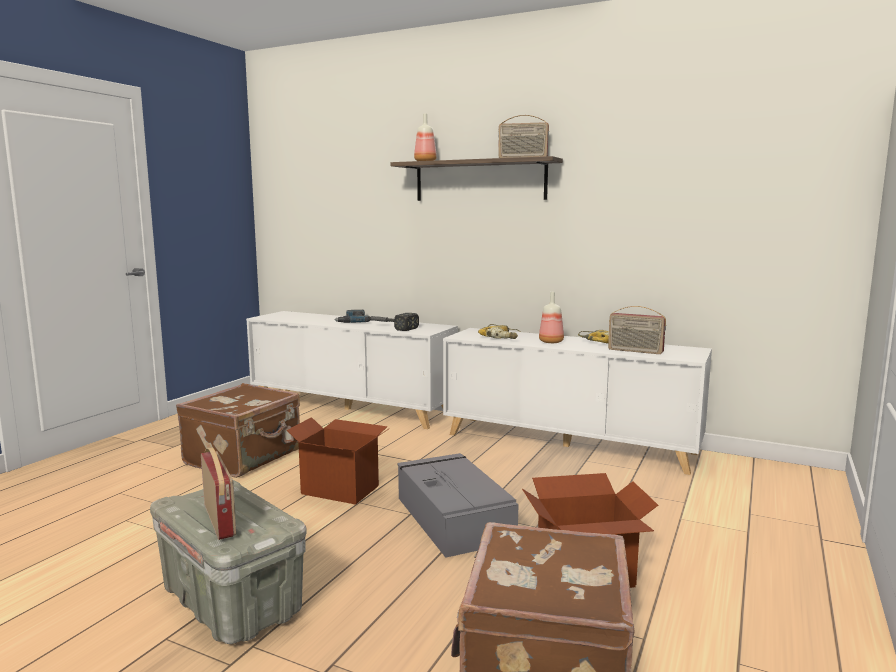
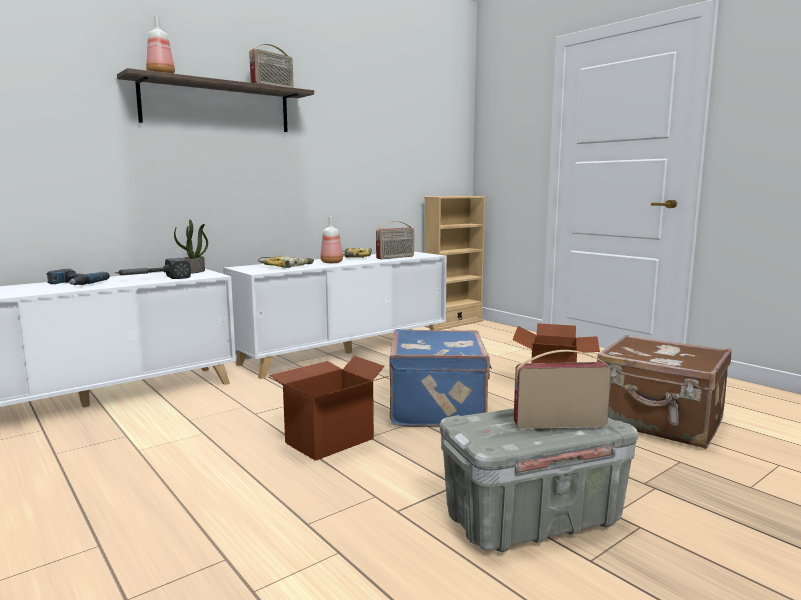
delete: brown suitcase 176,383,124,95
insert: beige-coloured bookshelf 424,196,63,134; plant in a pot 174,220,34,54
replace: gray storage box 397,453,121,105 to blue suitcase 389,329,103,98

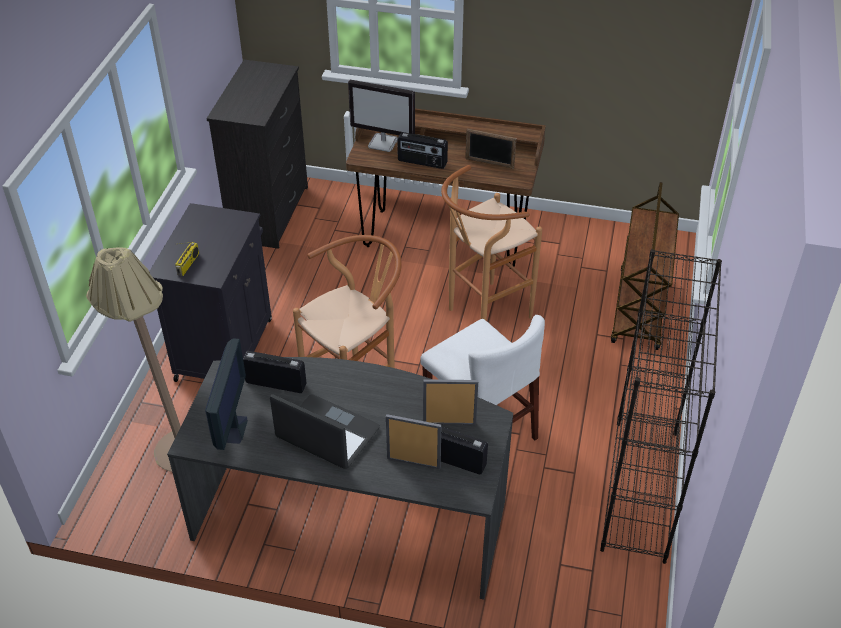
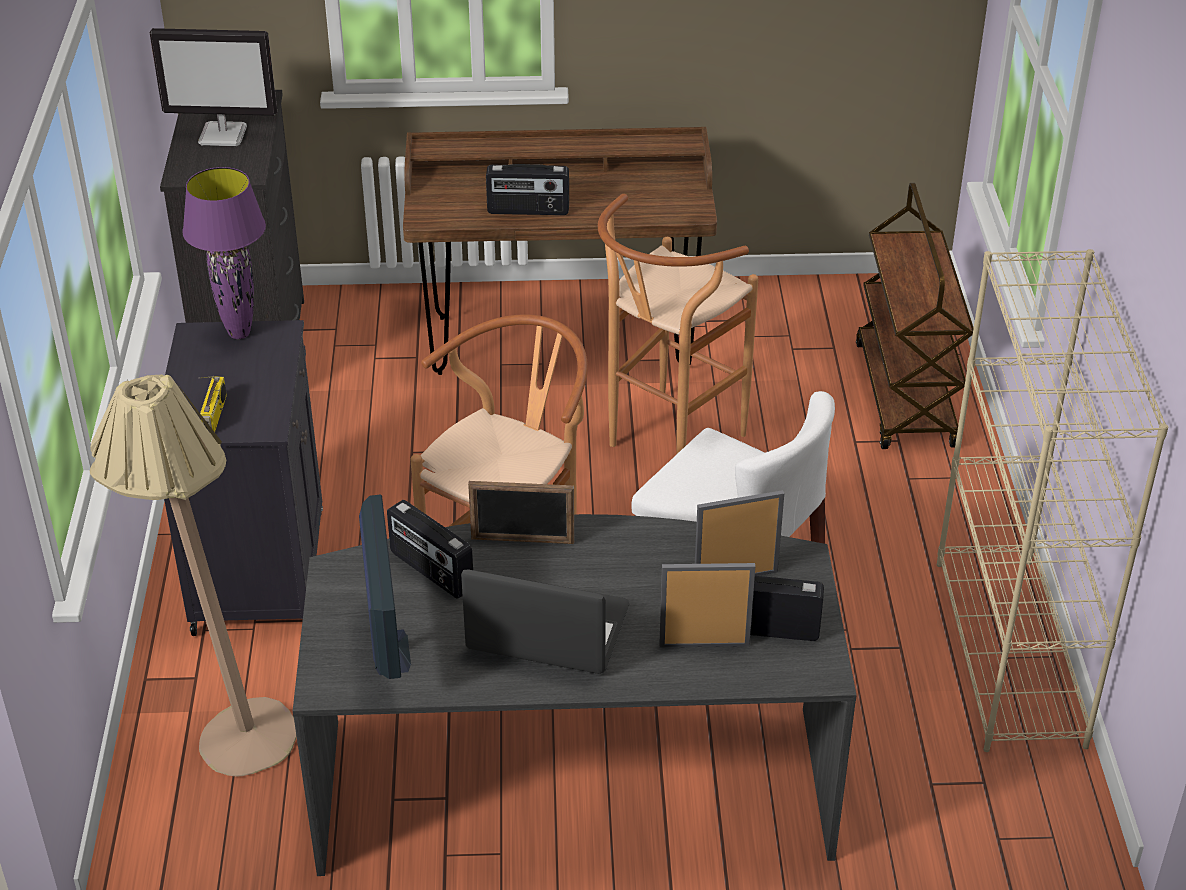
insert: purple-coloured table lamp 183,167,83,172
move: computer screen 348,80,67,72 to 149,28,128,118; photo frame 465,128,51,41 to 468,481,106,63
recolor: blackish bookshelf 600,249,122,315 to beige-coloured bookshelf 937,249,231,503
rotate: radio 243,351,63,42 = 387,500,86,99 135 degrees counterclockwise

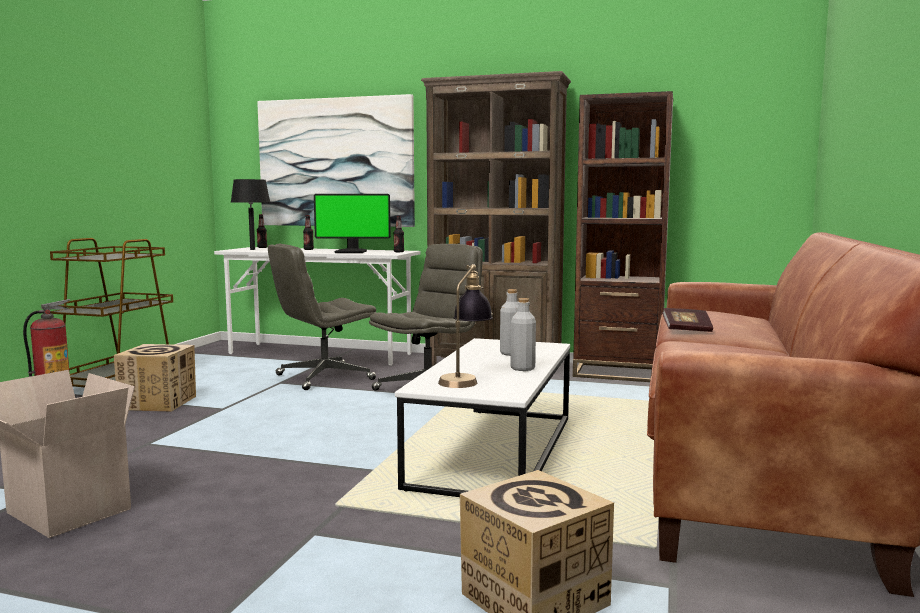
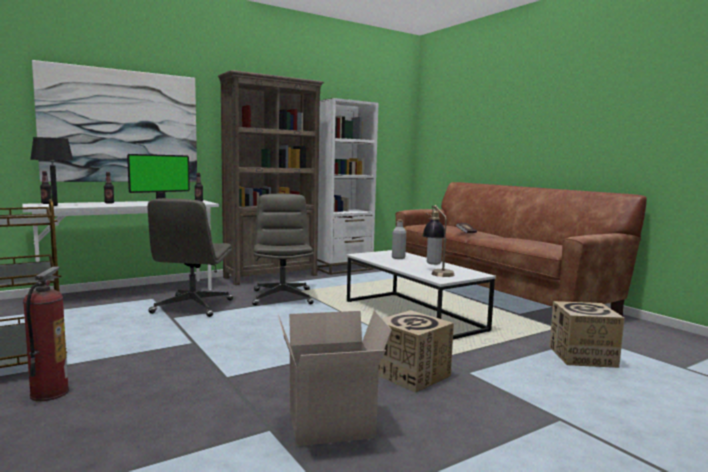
move: cardboard box 114,344,82,68 to 378,310,76,83
recolor: brown bookshelf 573,91,100,291 to white-coloured bookshelf 317,98,61,177

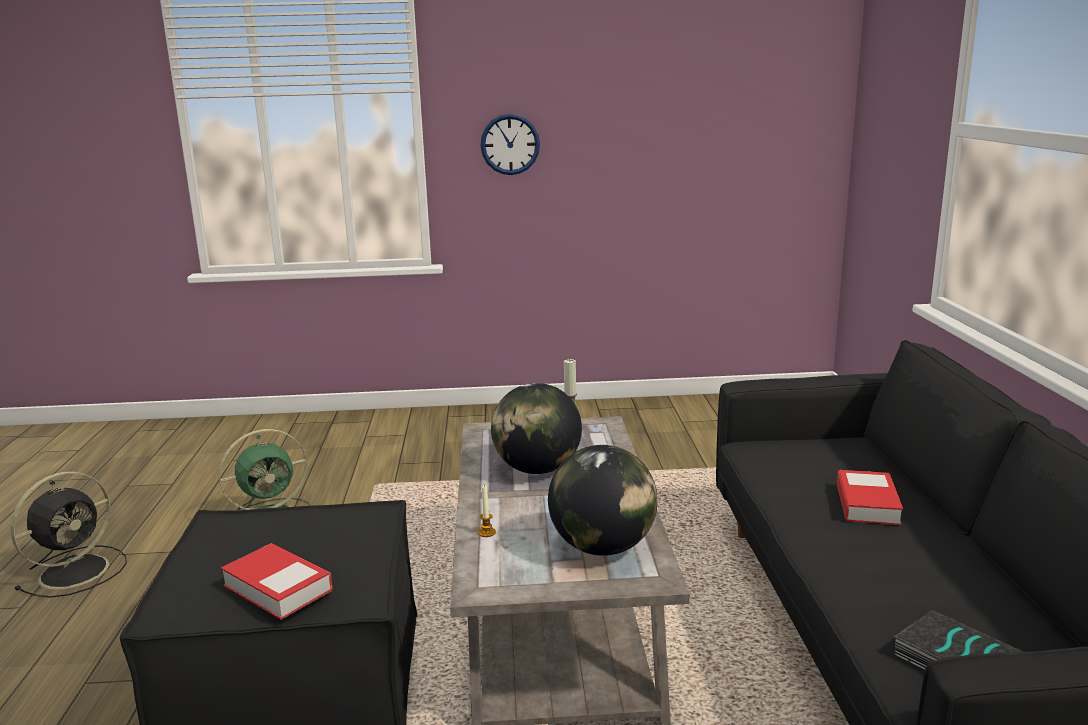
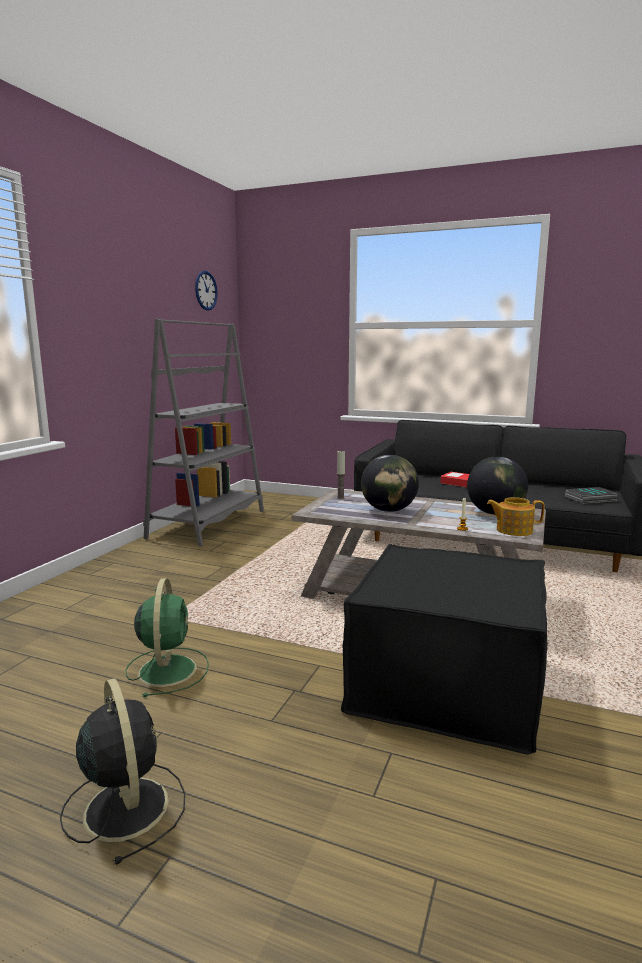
delete: volume 221,543,112,77
insert: gray bookshelf 143,319,121,227; teapot 487,497,57,39
move: hanging clock 480,114,60,61 to 195,271,23,40

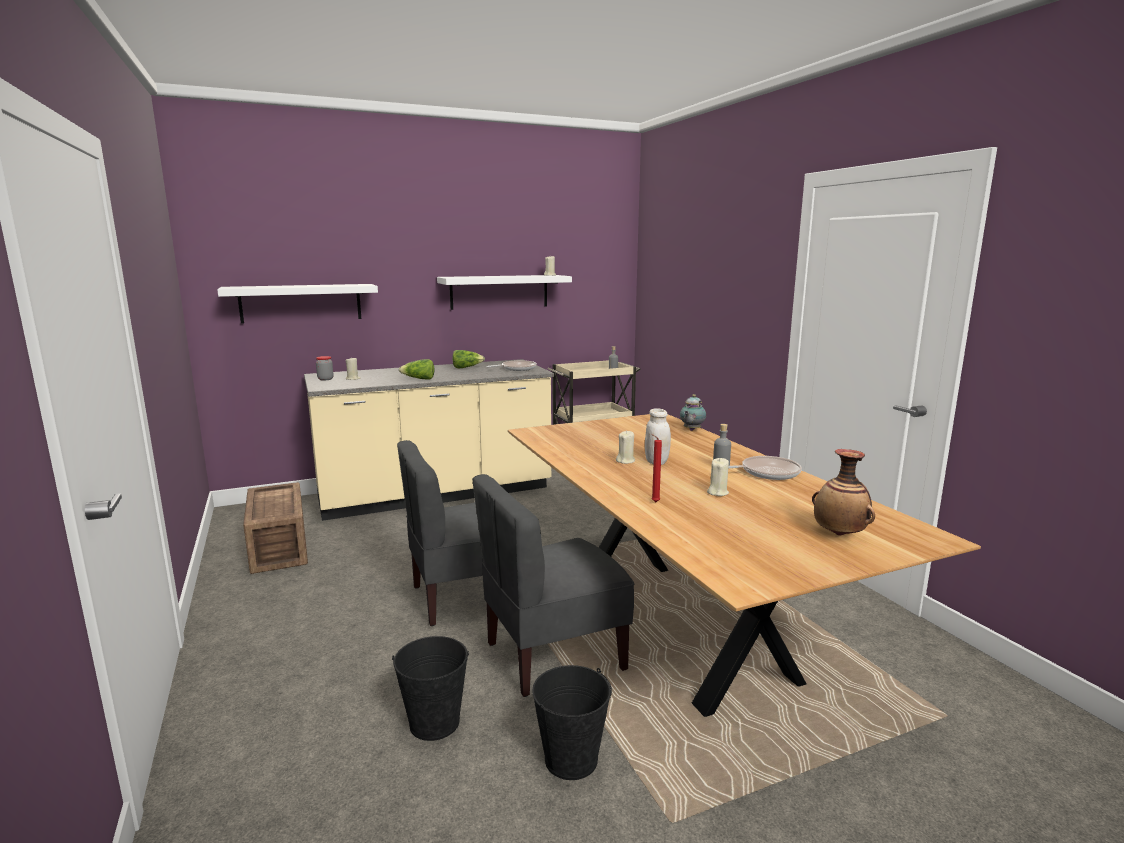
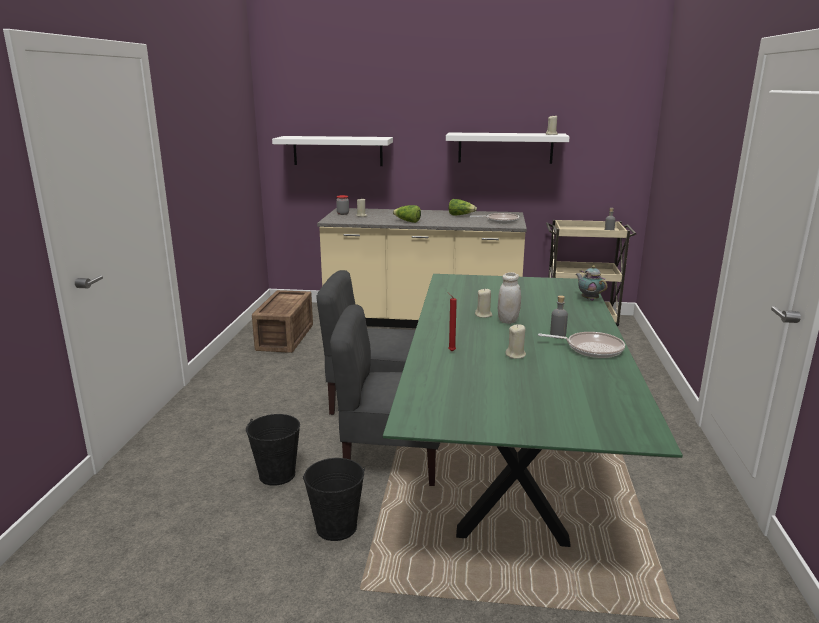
delete: decorative vase 812,449,63,87
recolor: brown kitchen table 508,414,473,303 to greenish kitchen table 383,274,300,273
rotate: teapot 680,394,26,37 = 576,265,31,36 90 degrees clockwise

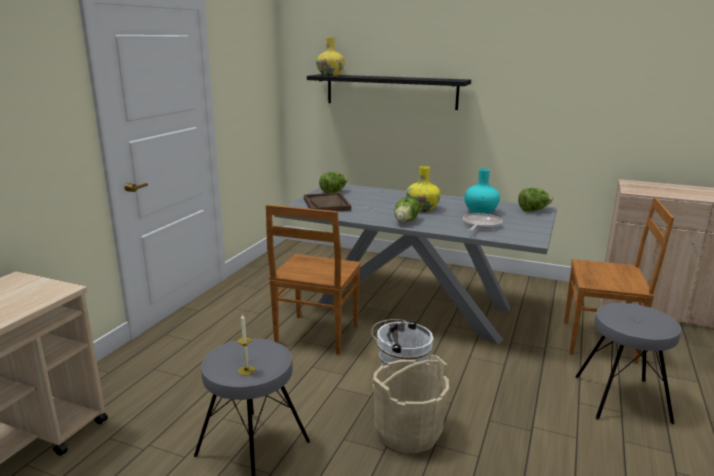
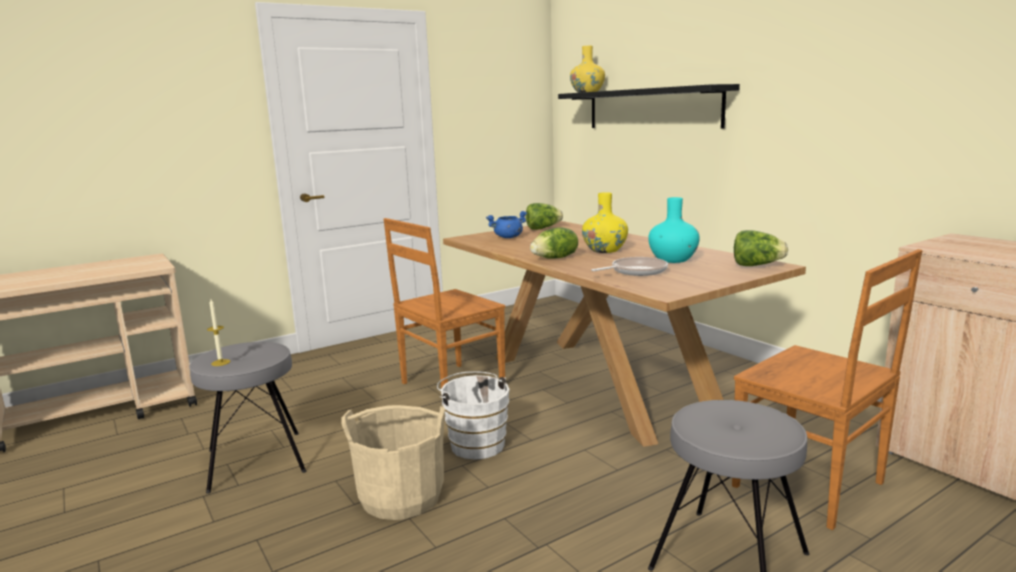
replace: brown carrying tray 304,192,47,19 to blue cooking pot 486,211,41,27
recolor: gray kitchen table 274,184,283,160 to brown kitchen table 443,221,363,226

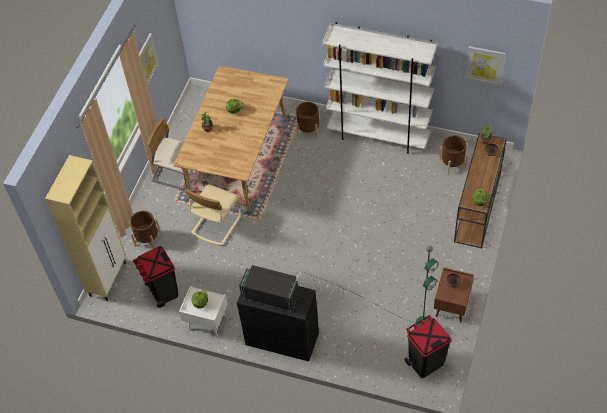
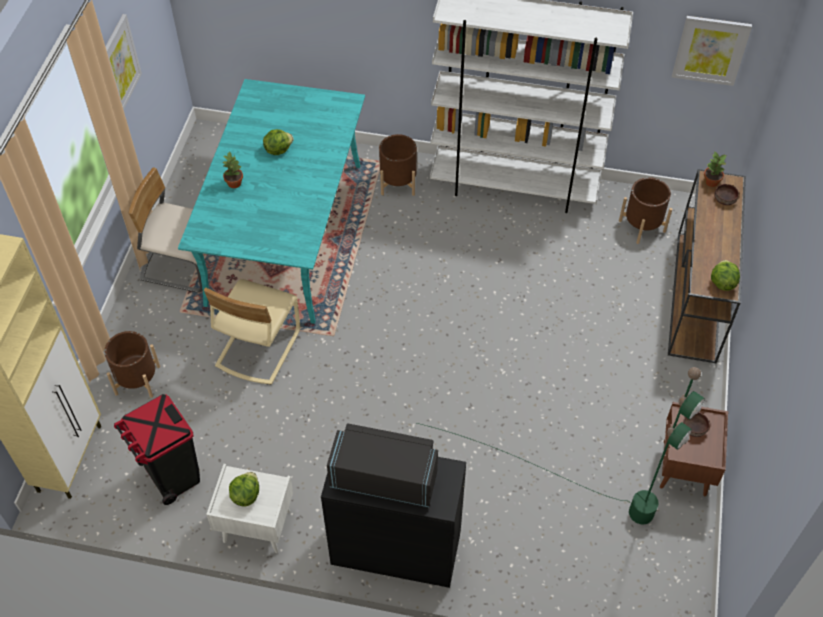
delete: blackish waste bin 405,315,46,63
recolor: beige-coloured kitchen table 173,66,116,146 to turquoise kitchen table 178,79,187,245

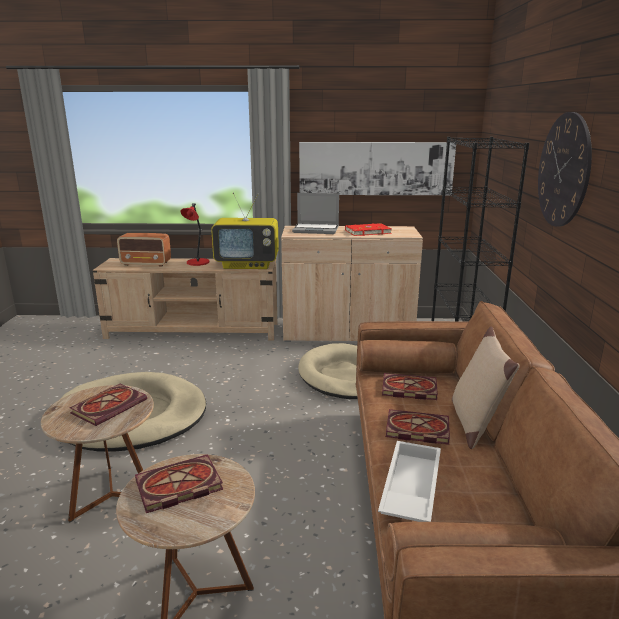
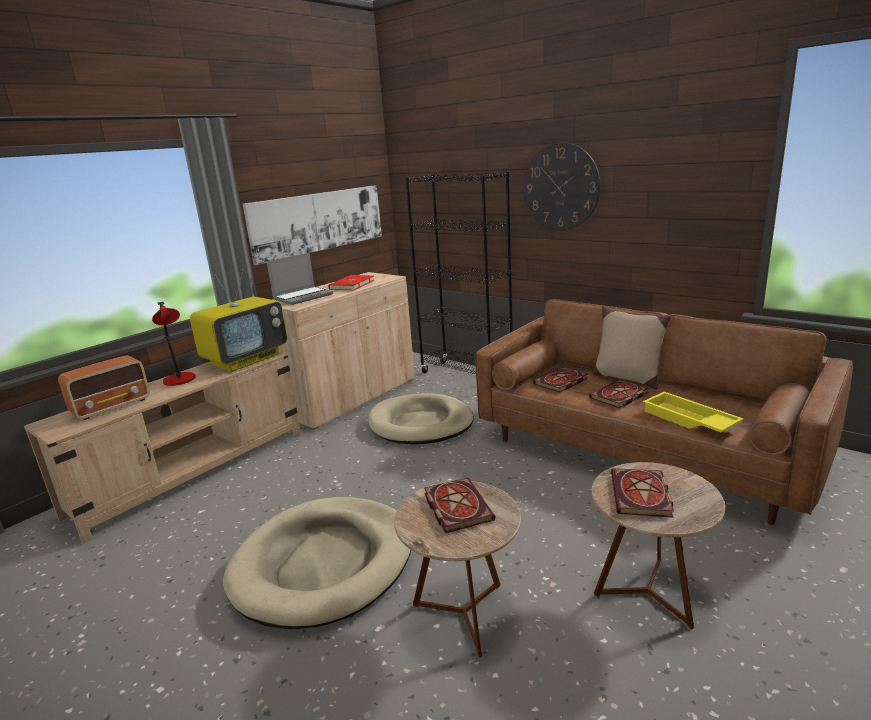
recolor: white-coloured carrying tray 378,441,63,81 to yellow-coloured carrying tray 643,392,100,40

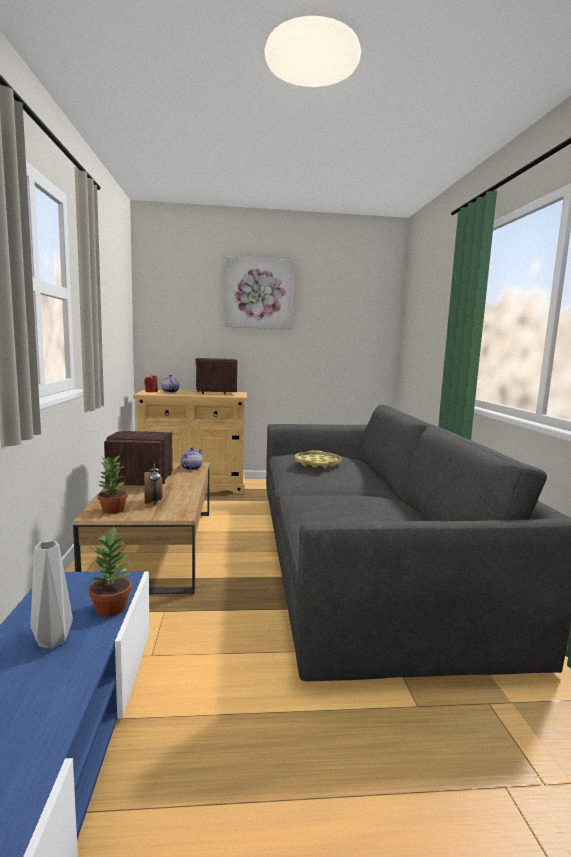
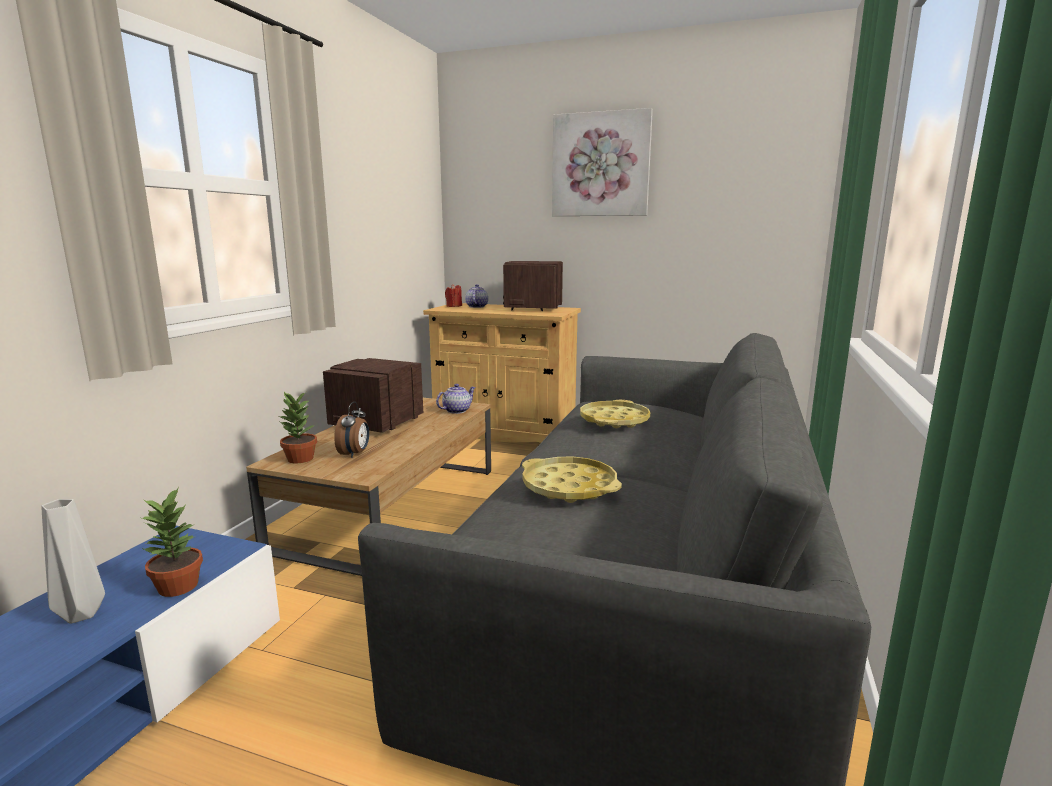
insert: yellow-coloured carrying tray 522,457,100,46

